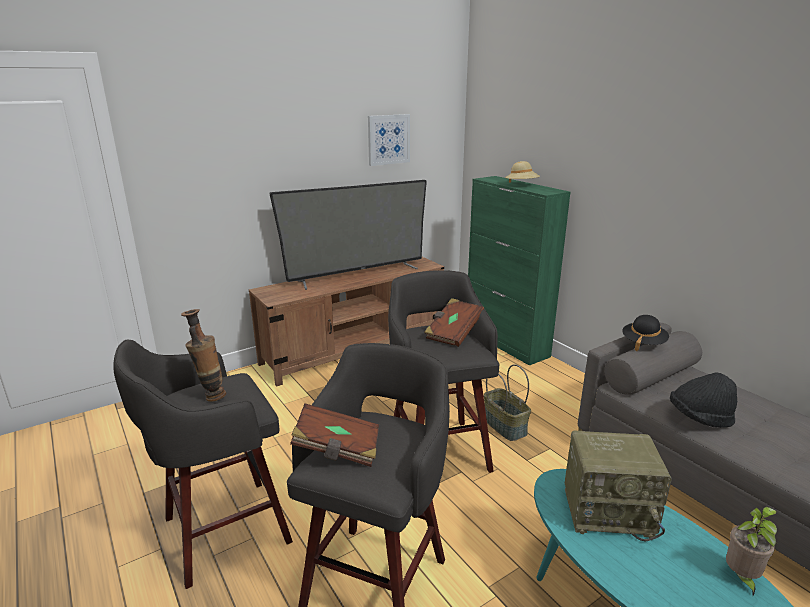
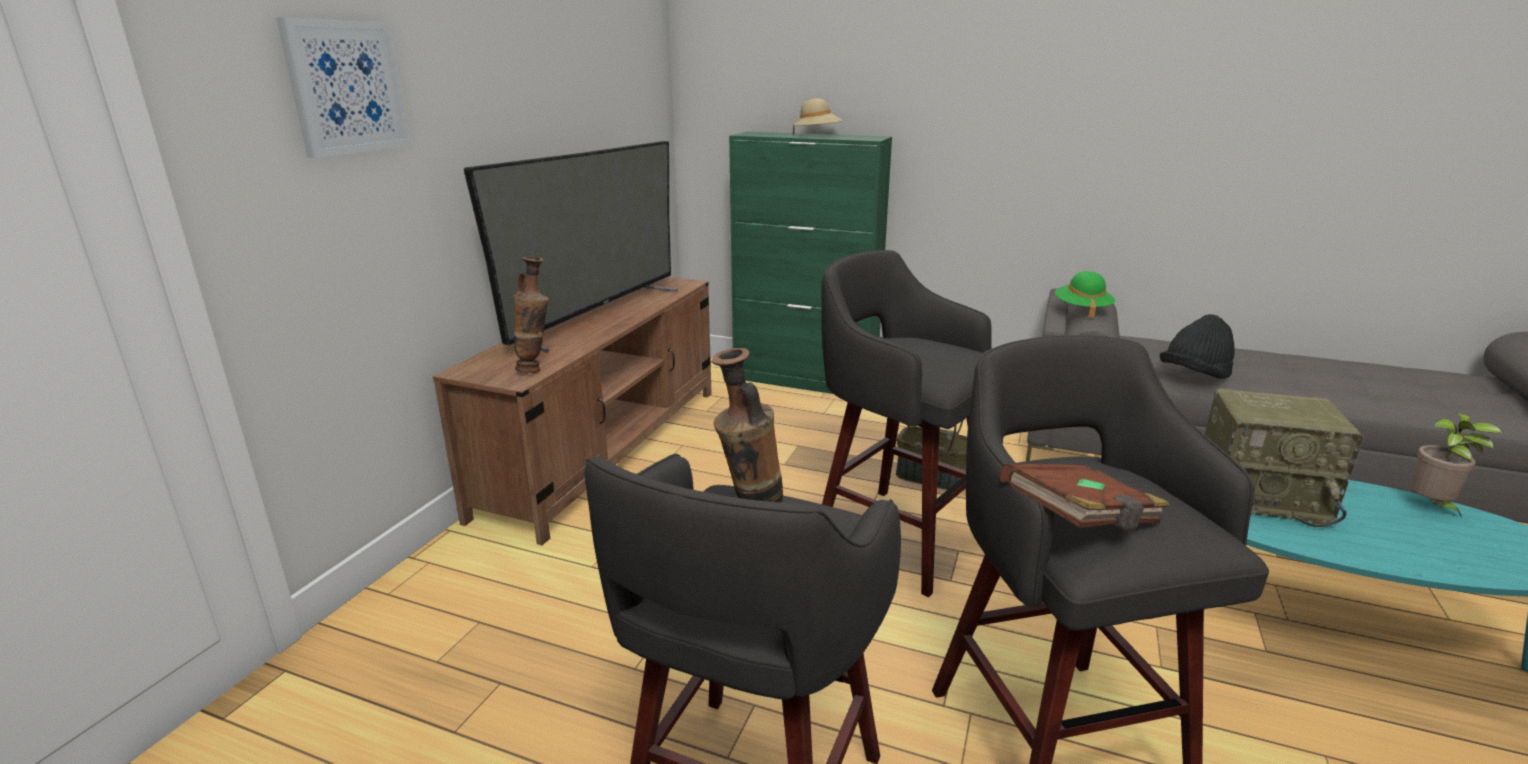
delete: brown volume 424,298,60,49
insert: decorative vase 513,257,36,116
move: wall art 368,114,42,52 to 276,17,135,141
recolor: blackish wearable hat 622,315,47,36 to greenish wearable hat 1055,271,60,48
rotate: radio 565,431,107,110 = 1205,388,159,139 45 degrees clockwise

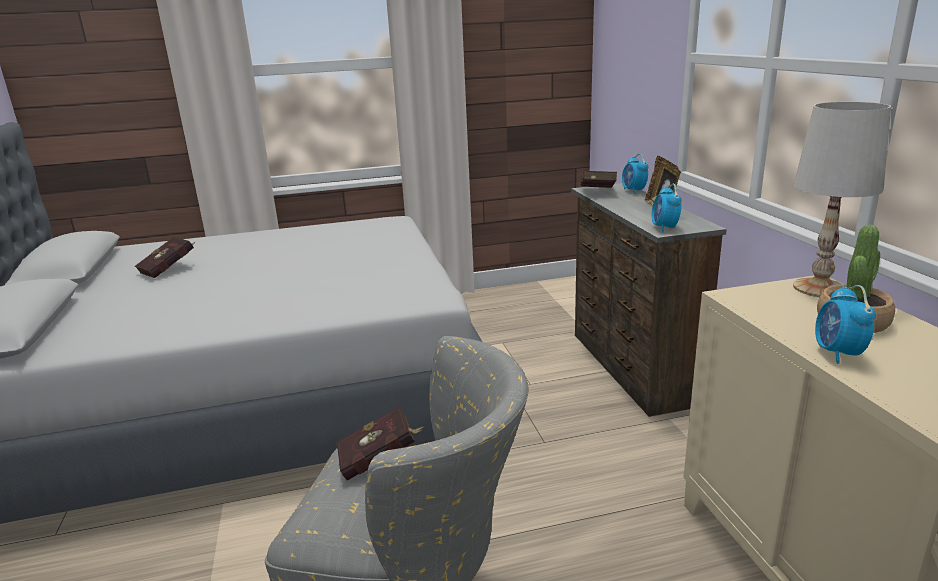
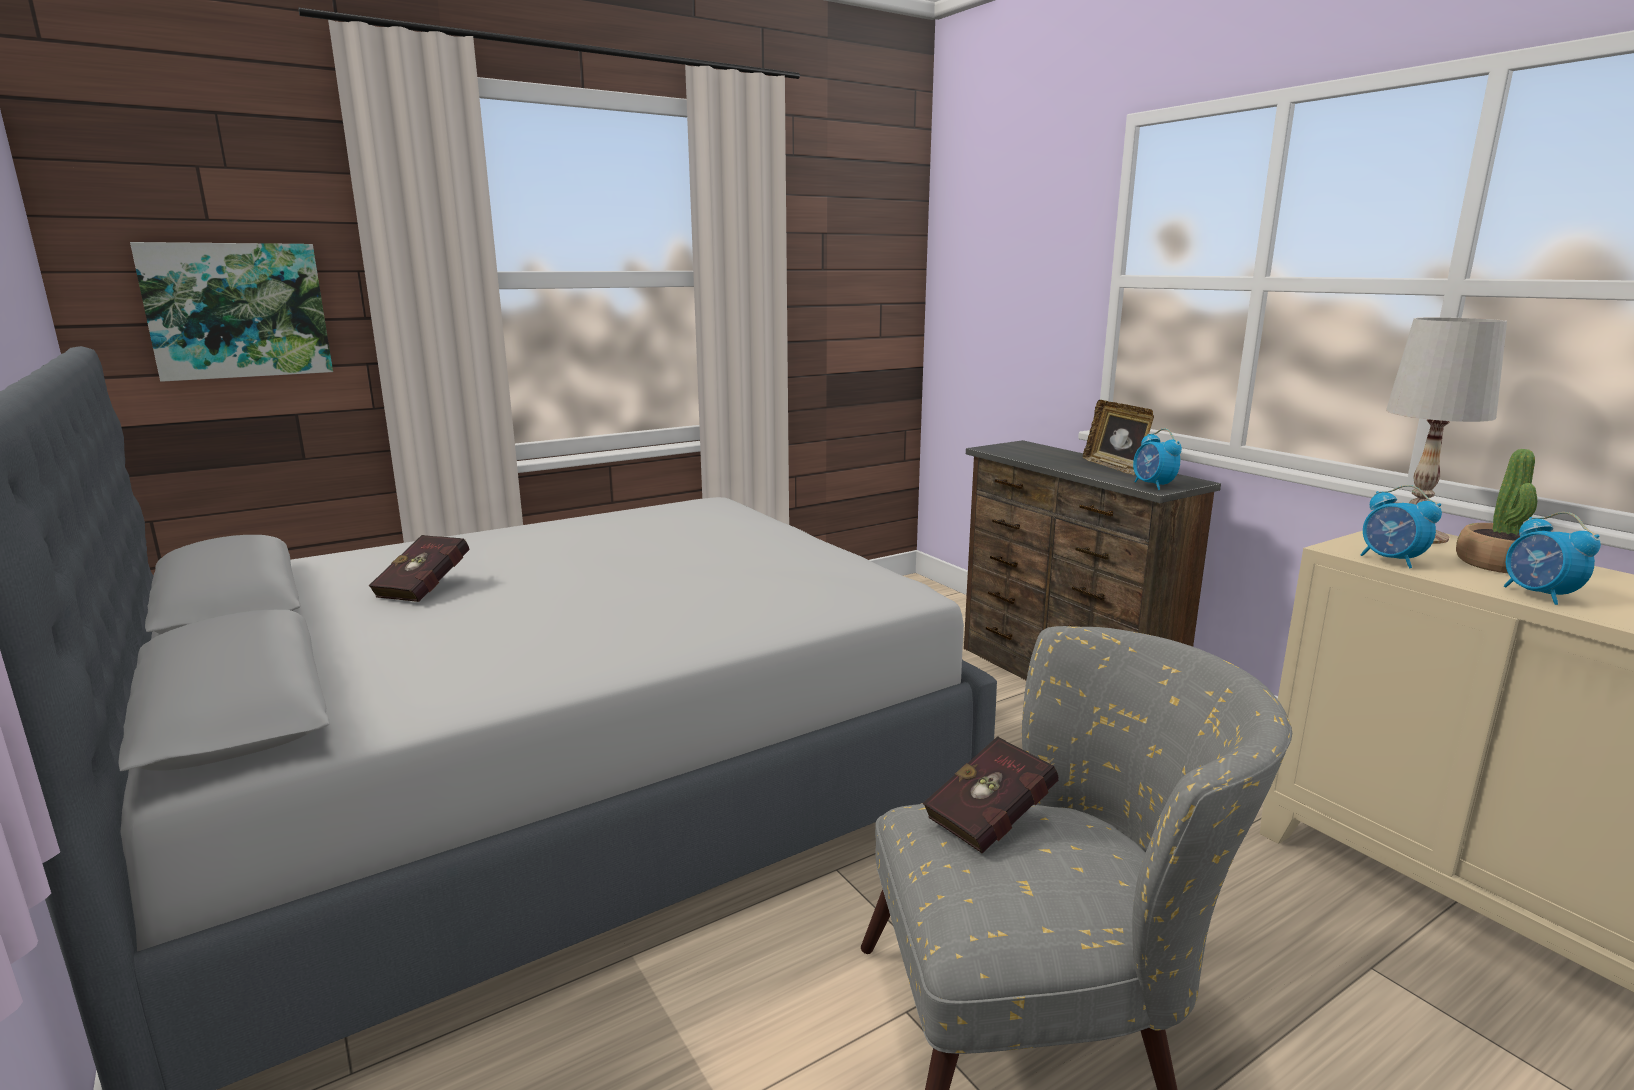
delete: red volume 581,171,36,17
insert: wall art 130,242,203,140
move: table clock 622,154,26,40 to 1360,485,82,83

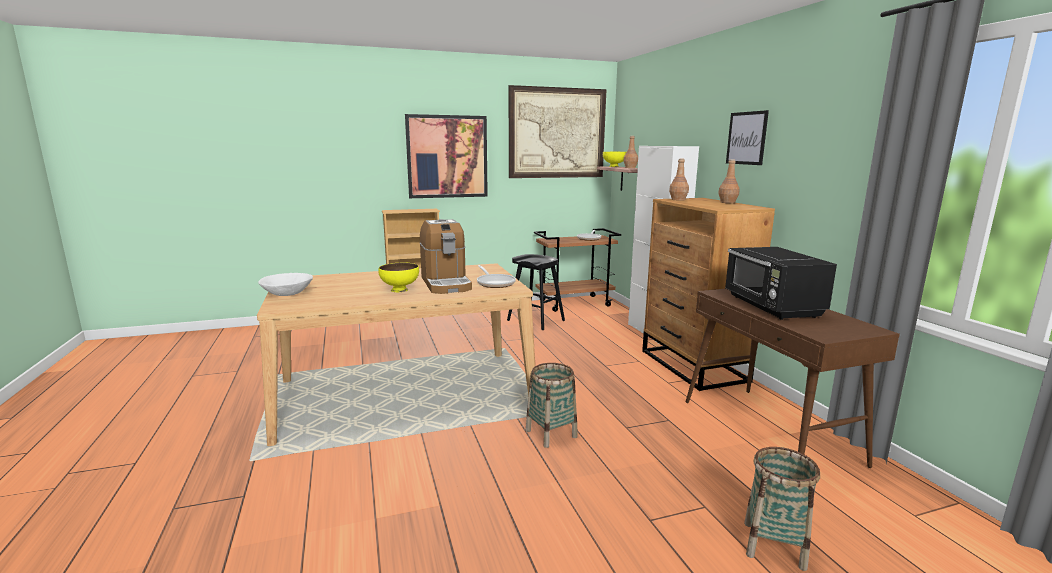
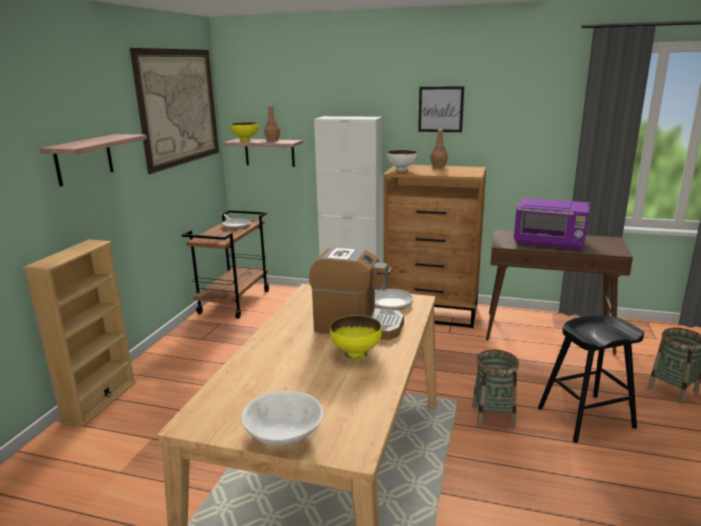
move: blackish sitting stool 507,254,58,76 to 538,315,106,128
replace: wall art 405,114,83,84 to wall shelf 40,134,107,53; brown beverage bottle 669,159,20,42 to white-coloured deep dish 387,150,31,22
recolor: blackish kitchen microwave 725,247,112,73 to purple-coloured kitchen microwave 514,197,76,53

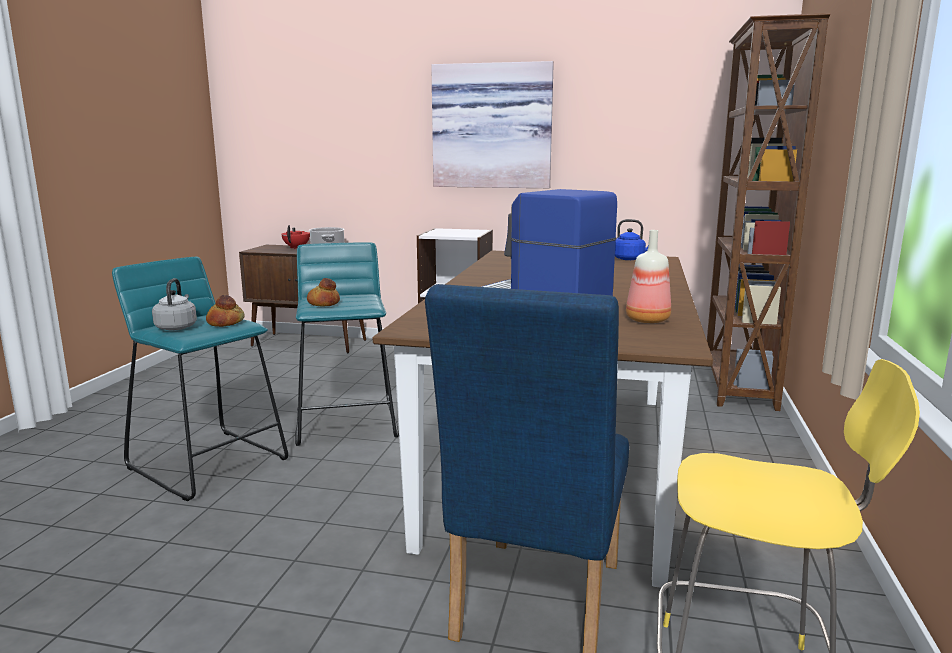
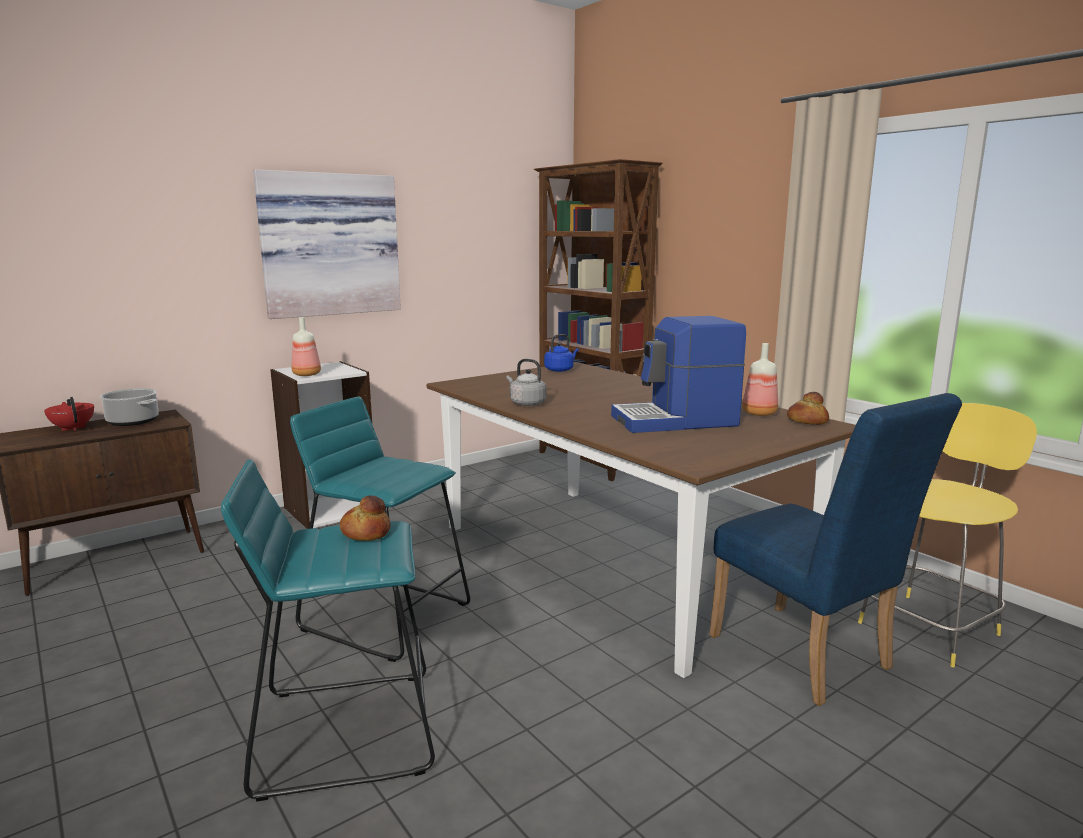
insert: beverage bottle 292,317,29,59
move: gray tea kettle 152,278,45,52 to 507,359,39,47; bakery bread 307,278,33,29 to 787,392,42,33

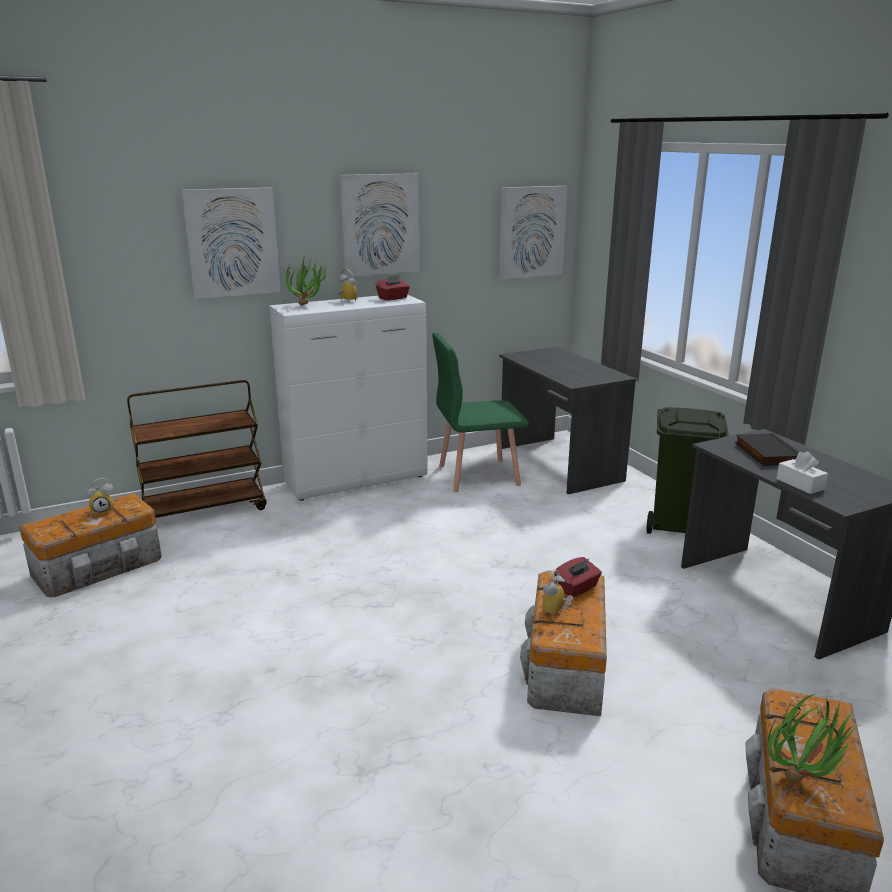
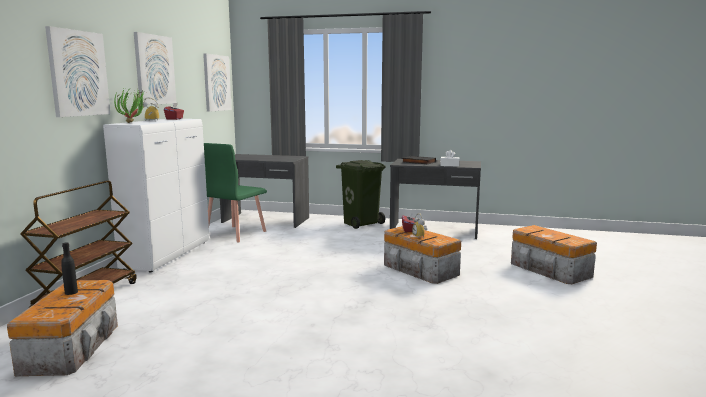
delete: plant in a pot 768,694,94,88
replace: table clock 86,478,28,37 to blackish beverage bottle 61,242,17,53

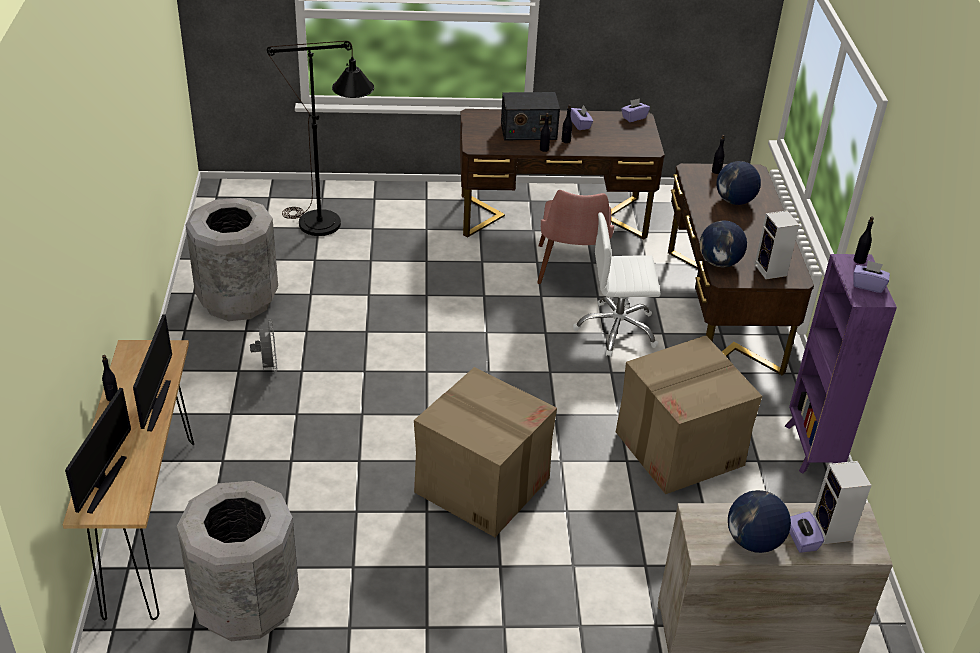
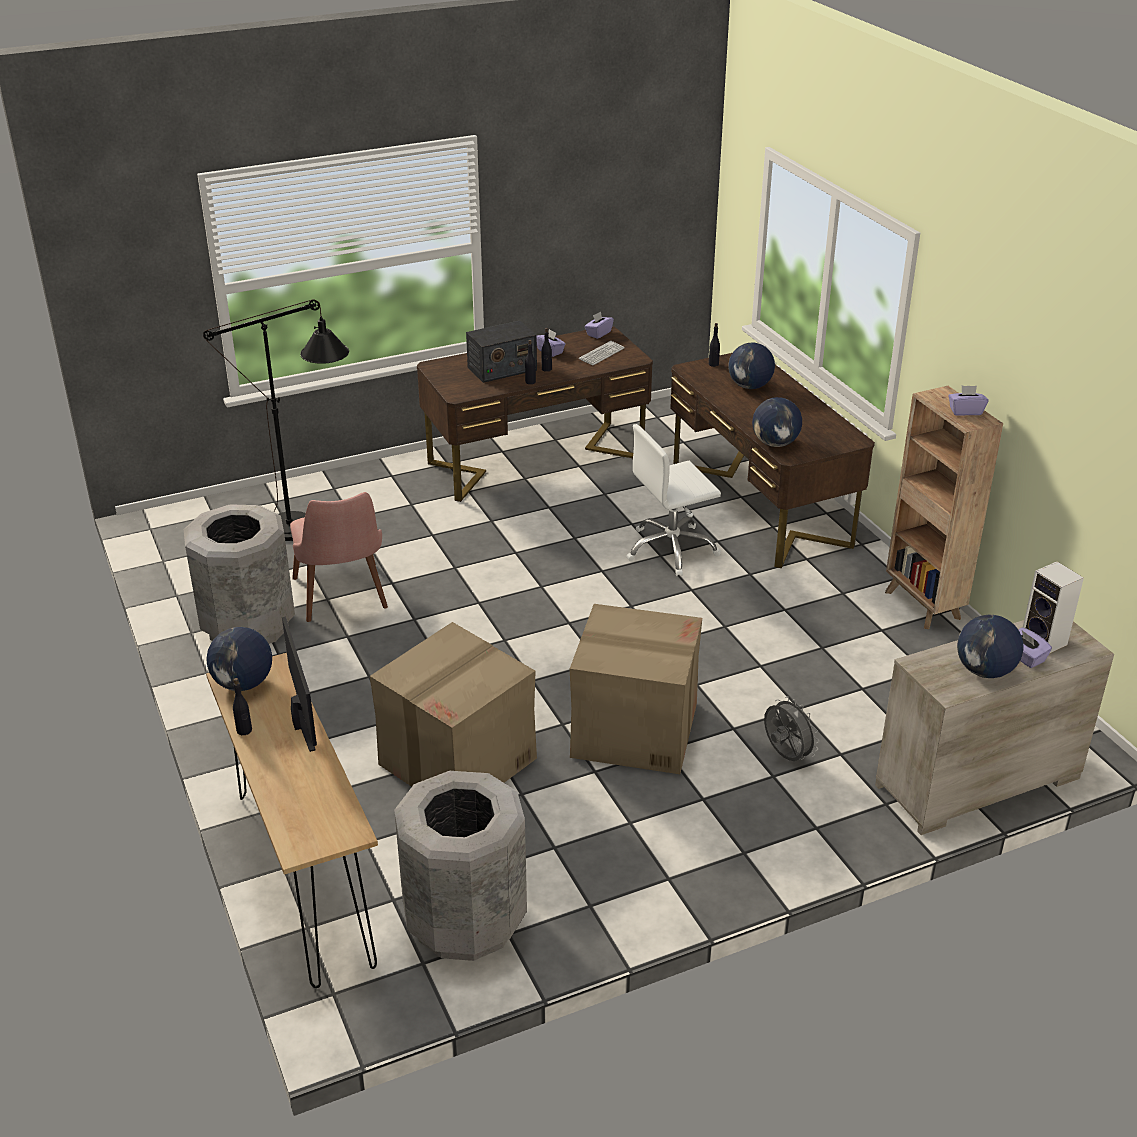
delete: loudspeaker 754,210,45,69; blackish beverage bottle 854,217,20,47; computer screen 65,388,66,126
insert: keyboard 579,341,46,24; desk globe 206,627,66,64
move: pink upright chair 537,190,77,94 to 290,492,98,130; gray fan 250,320,28,52 to 764,696,55,65; cardboard box 616,335,146,159 to 370,622,167,165
recolor: purple-coloured bookshelf 784,254,113,220 to brown bookshelf 885,386,118,243

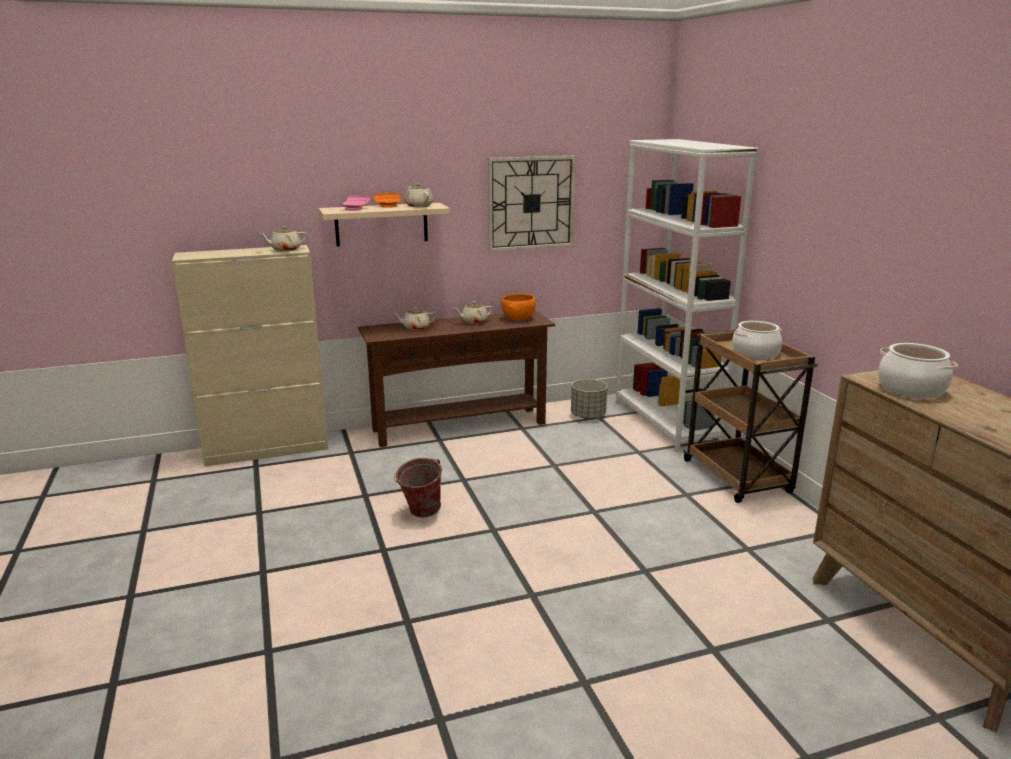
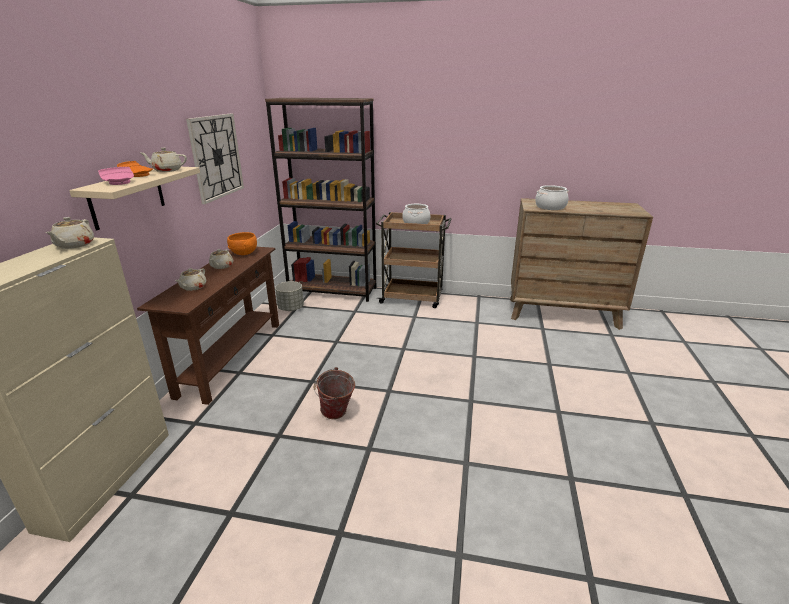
recolor: white-coloured bookshelf 616,139,142,313 to brown bookshelf 265,98,111,204

